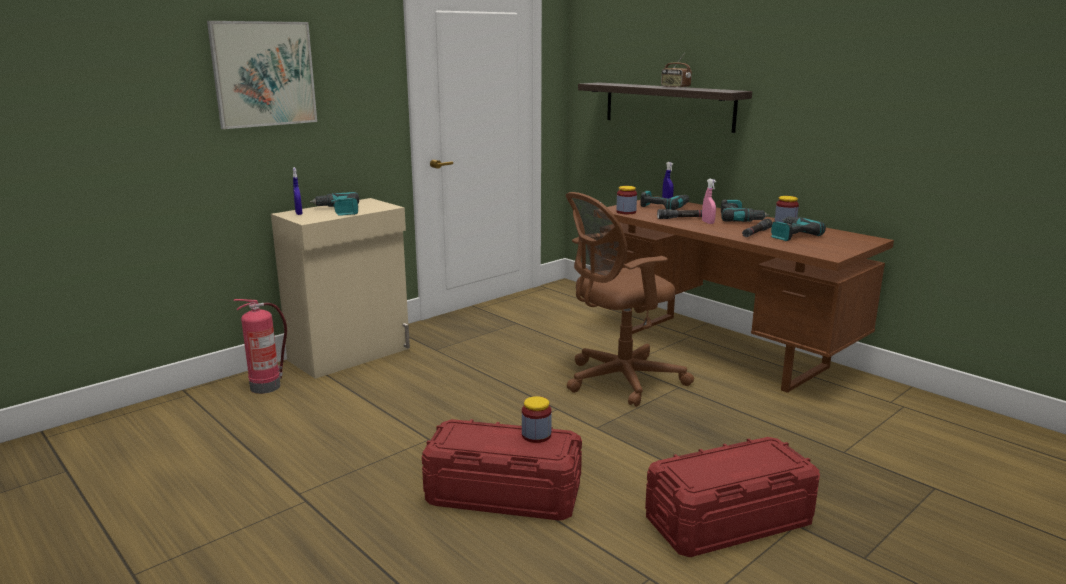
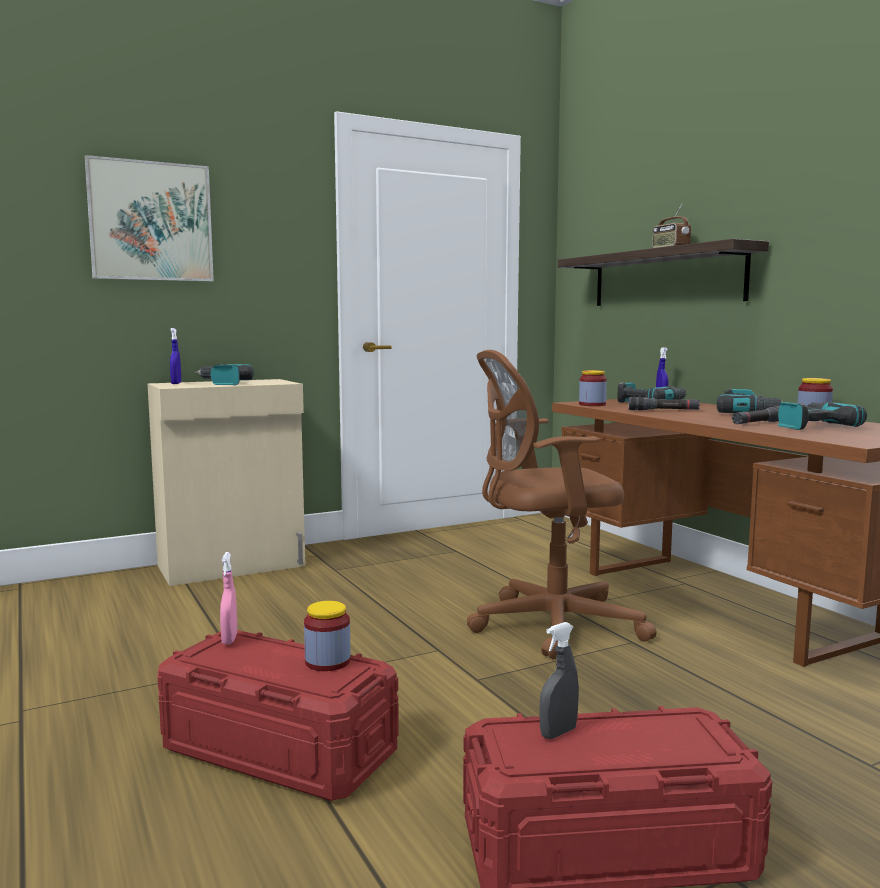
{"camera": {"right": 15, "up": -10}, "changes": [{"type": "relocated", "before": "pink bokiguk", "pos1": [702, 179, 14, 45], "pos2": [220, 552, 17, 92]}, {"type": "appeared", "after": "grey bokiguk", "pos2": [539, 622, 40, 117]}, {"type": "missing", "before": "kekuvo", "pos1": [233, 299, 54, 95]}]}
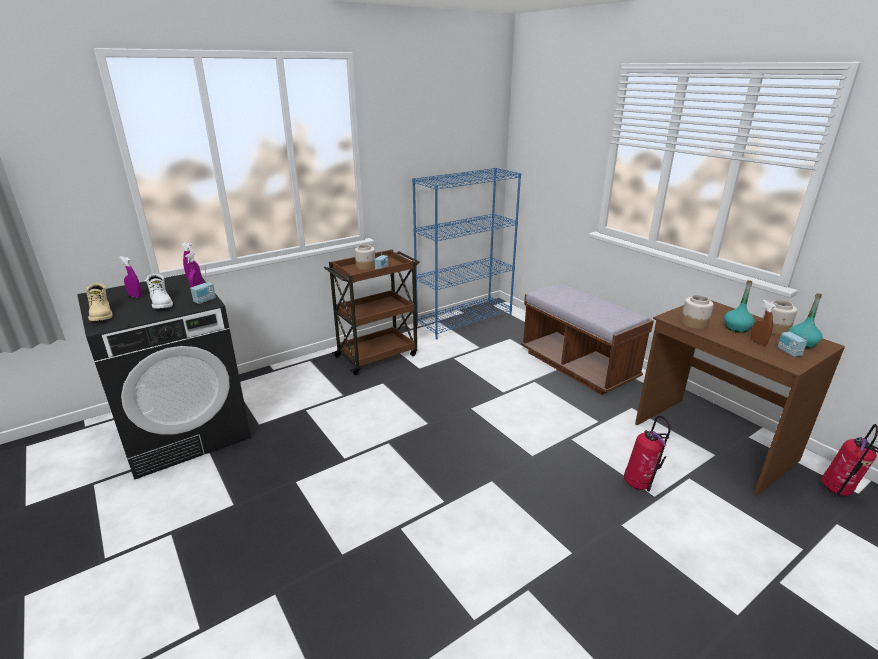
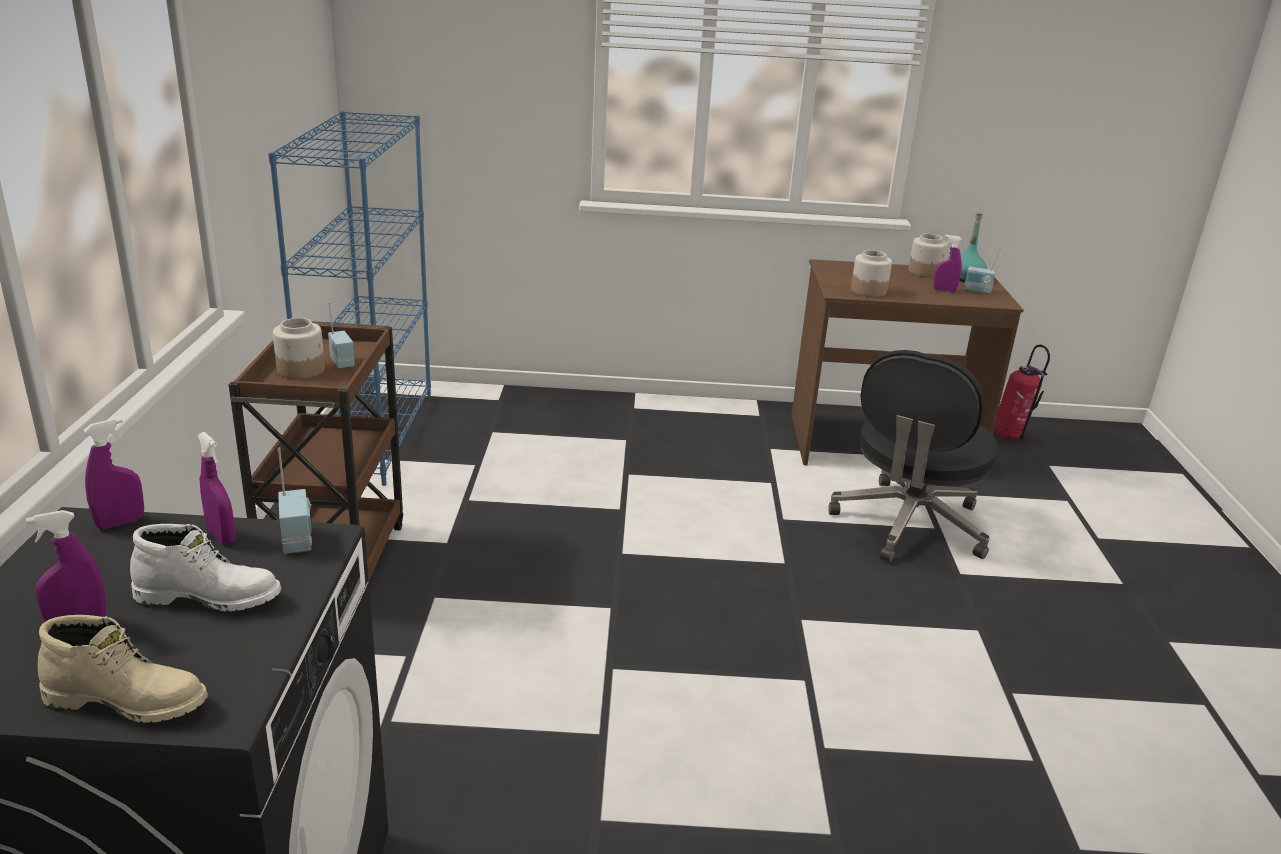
{"camera": {"right": -55, "up": 0}, "changes": [{"type": "exchanged", "before": "kekuvo", "after": "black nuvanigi", "pos1": [624, 416, 47, 75], "pos2": [828, 350, 170, 213]}, {"type": "colour", "before": "brown bokiguk", "after": "purple bokiguk", "pos1": [750, 300, 26, 46], "pos2": [933, 235, 30, 57]}, {"type": "missing", "before": "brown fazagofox", "pos1": [521, 283, 133, 112]}, {"type": "missing", "before": "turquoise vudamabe", "pos1": [724, 280, 31, 53]}]}
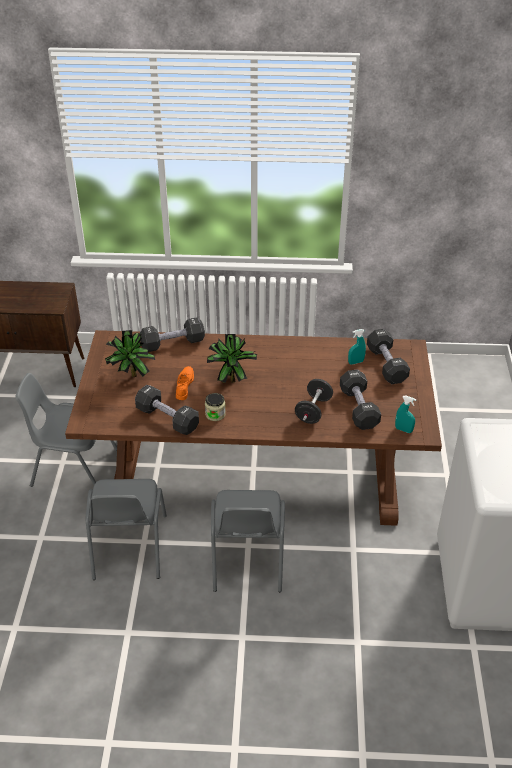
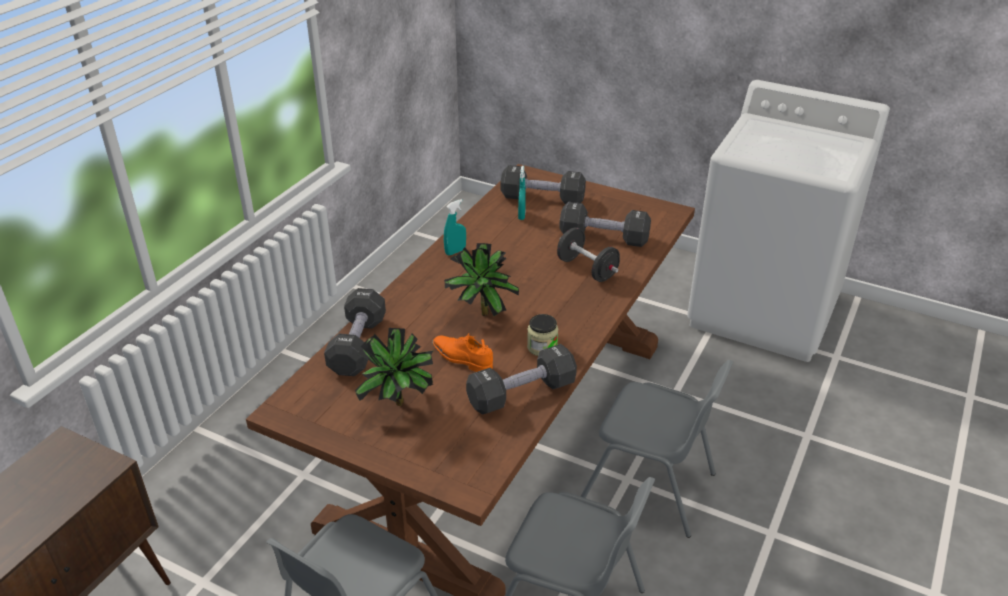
{"camera": {"right": -65, "up": -5}, "changes": [{"type": "relocated", "before": "turquoise bokiguk", "pos1": [395, 396, 21, 37], "pos2": [444, 199, 22, 56]}]}
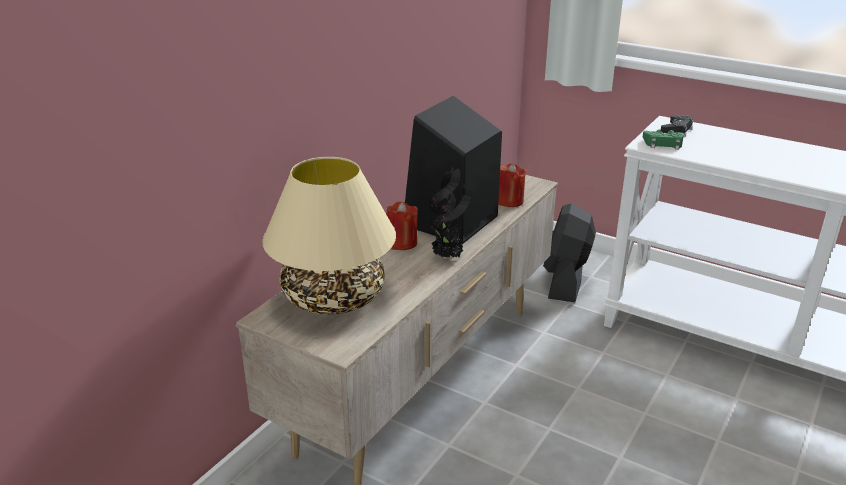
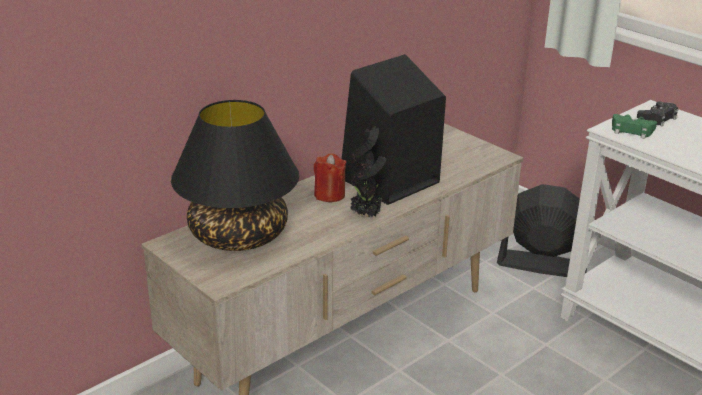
{"camera": {"right": 15, "up": 0}, "changes": [{"type": "colour", "before": "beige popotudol", "after": "black popotudol", "pos1": [262, 157, 134, 157], "pos2": [171, 100, 128, 151]}, {"type": "spun", "before": "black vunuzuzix", "pos1": [543, 203, 53, 99], "pos2": [497, 184, 90, 93], "turn": 75}, {"type": "missing", "before": "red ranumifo", "pos1": [498, 163, 29, 44]}]}
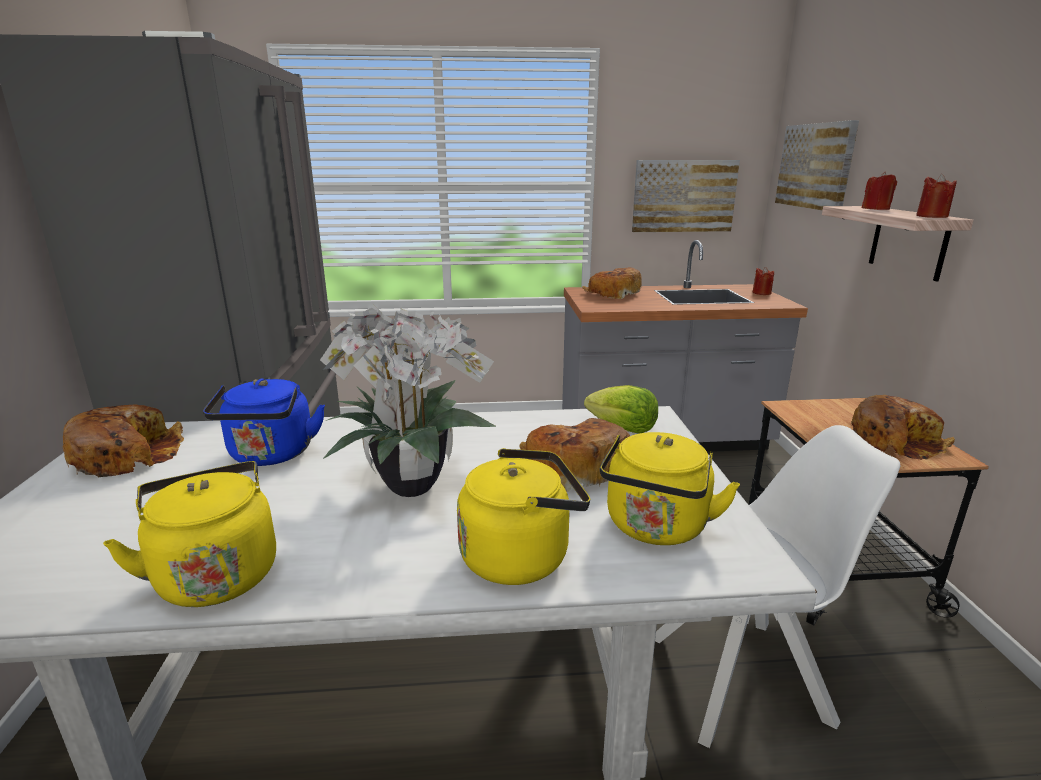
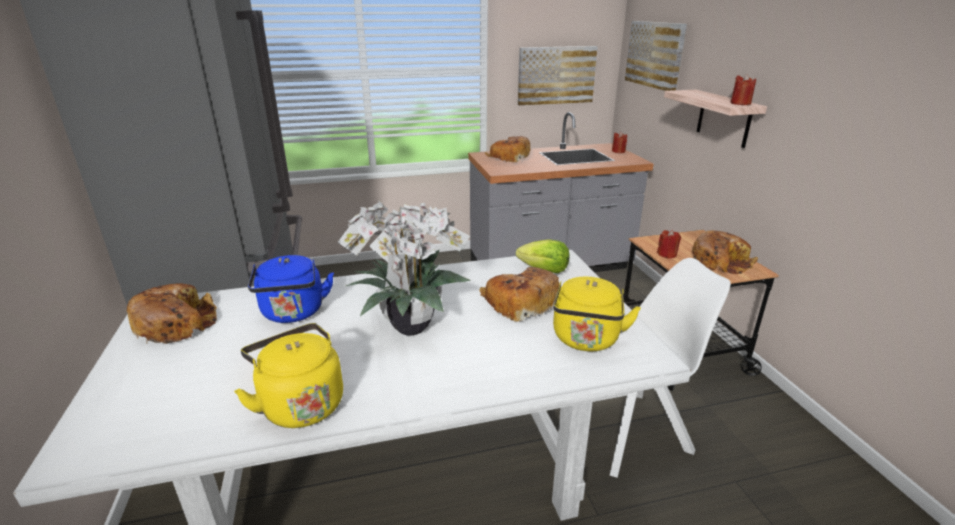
{"camera": {"right": -10, "up": 5}, "changes": [{"type": "relocated", "before": "red ranumifo", "pos1": [862, 171, 35, 39], "pos2": [657, 230, 24, 28]}, {"type": "missing", "before": "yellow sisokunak", "pos1": [457, 448, 133, 137]}]}
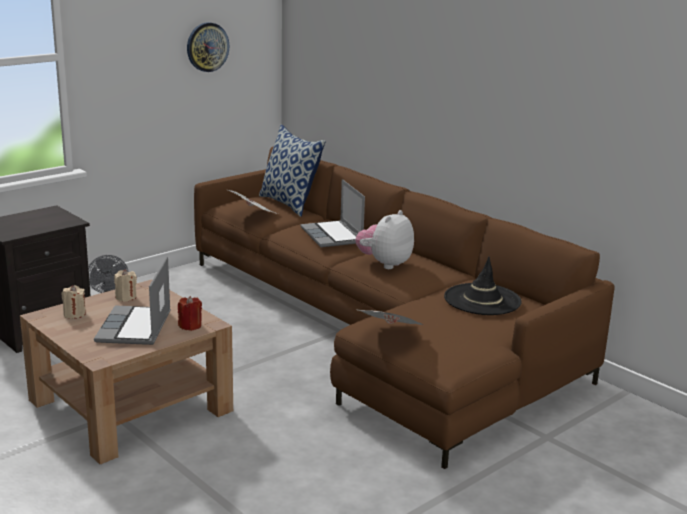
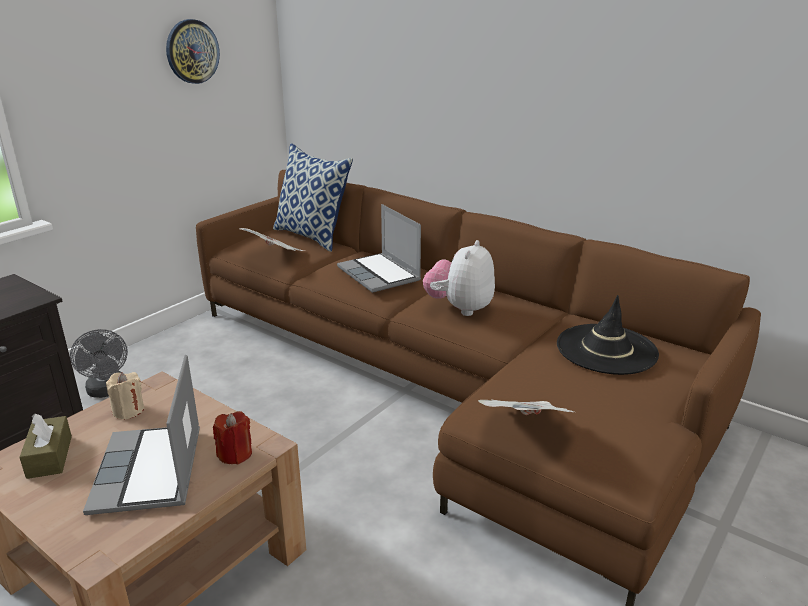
{"camera": {"right": -10, "up": 5}, "changes": [{"type": "exchanged", "before": "beige ranumifo", "after": "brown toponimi", "pos1": [61, 285, 25, 34], "pos2": [19, 414, 53, 65]}]}
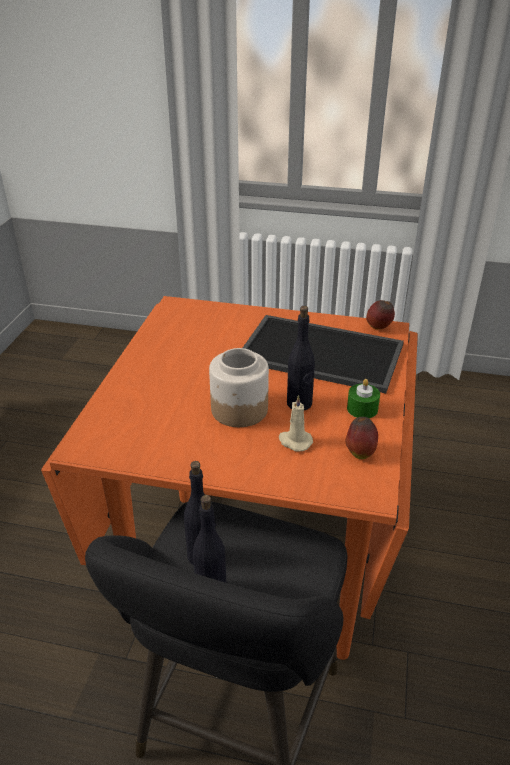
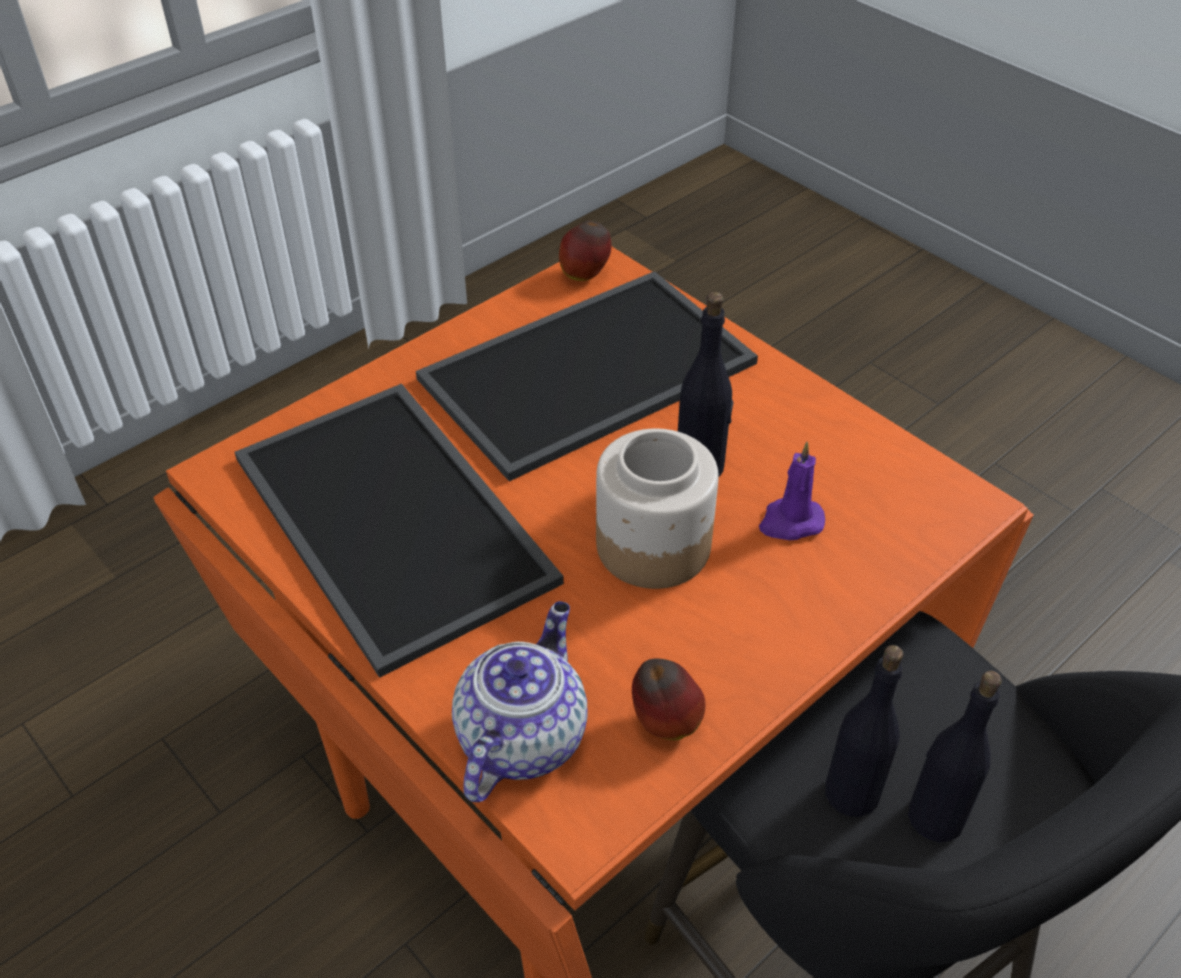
{"camera": {"right": -55, "up": 10}, "changes": [{"type": "appeared", "after": "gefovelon", "pos2": [235, 384, 329, 294]}, {"type": "appeared", "after": "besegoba", "pos2": [452, 601, 136, 201]}, {"type": "relocated", "before": "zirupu", "pos1": [346, 417, 32, 42], "pos2": [632, 658, 74, 82]}, {"type": "colour", "before": "beige ranumifo", "after": "purple ranumifo", "pos1": [279, 395, 34, 56], "pos2": [759, 442, 66, 98]}, {"type": "missing", "before": "green ranumifo", "pos1": [347, 379, 33, 39]}]}
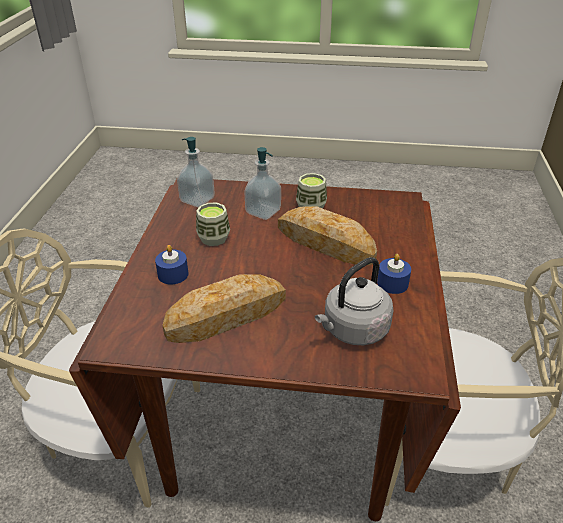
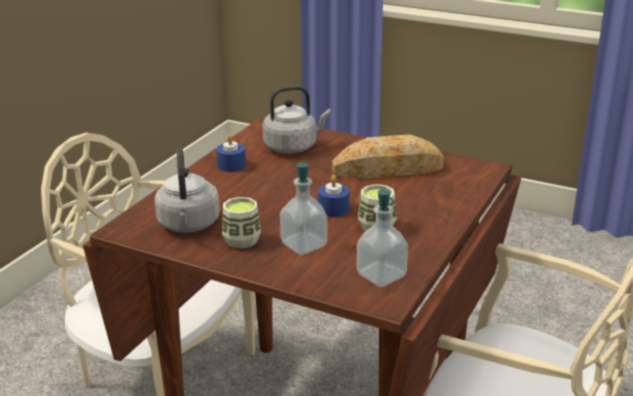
{"camera": {"right": -160, "up": -10}, "changes": [{"type": "appeared", "after": "grey sisokunak", "pos2": [154, 148, 66, 85]}, {"type": "relocated", "before": "blue ranumifo", "pos1": [155, 245, 34, 39], "pos2": [318, 175, 32, 42]}, {"type": "missing", "before": "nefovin", "pos1": [278, 206, 99, 59]}]}
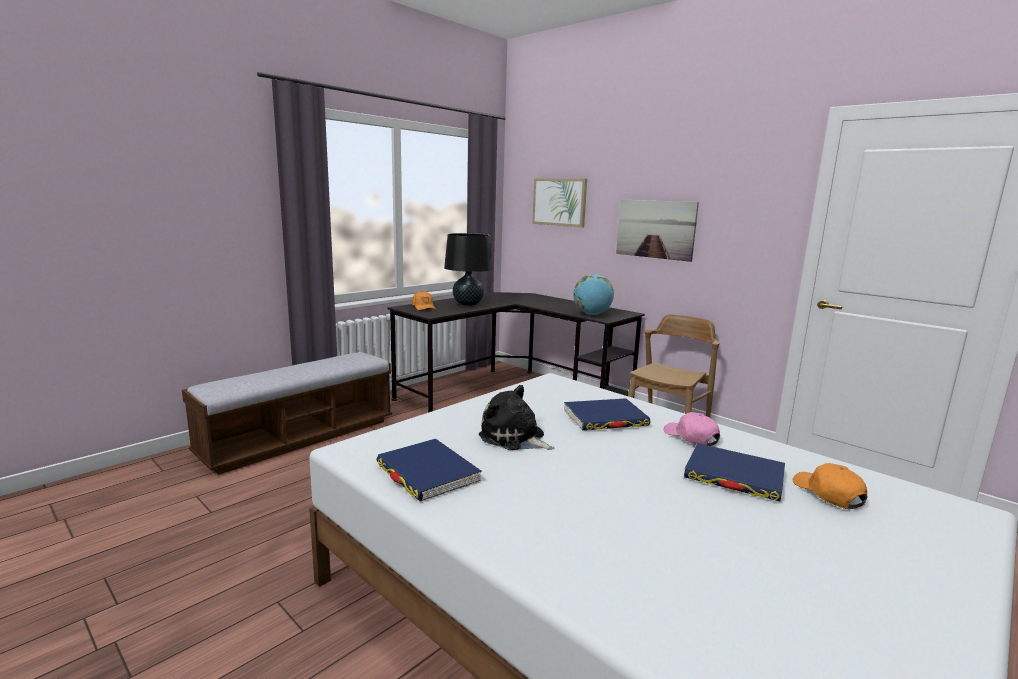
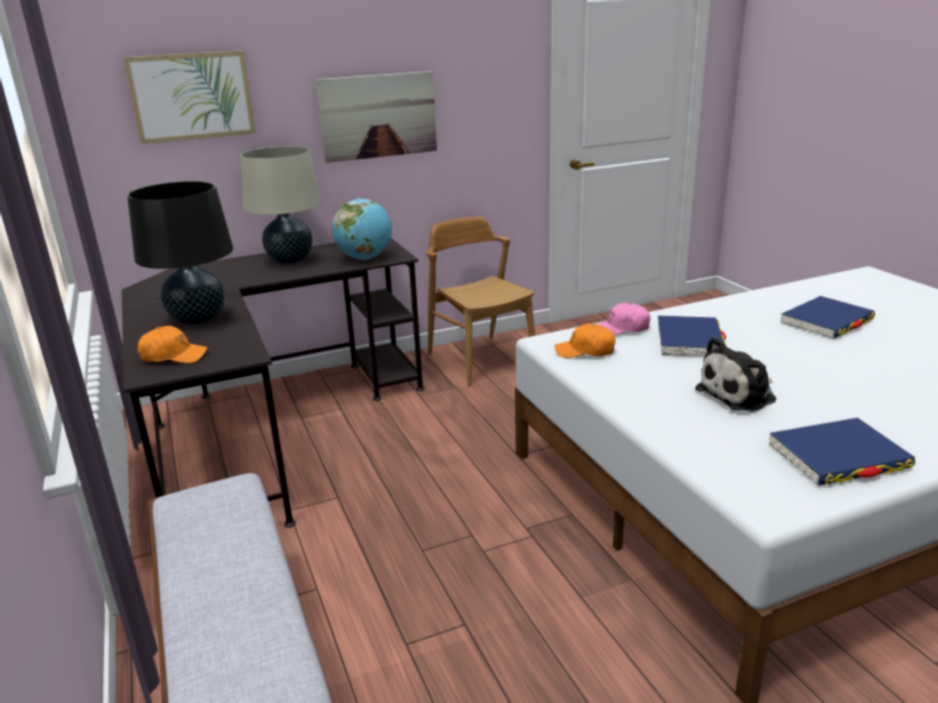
{"camera": {"right": -65, "up": 10}, "changes": [{"type": "appeared", "after": "beige popotudol", "pos2": [240, 146, 81, 118]}, {"type": "relocated", "before": "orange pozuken", "pos1": [793, 463, 75, 46], "pos2": [555, 323, 60, 35]}, {"type": "relocated", "before": "pink pozuken", "pos1": [664, 412, 56, 34], "pos2": [598, 302, 52, 34]}]}
